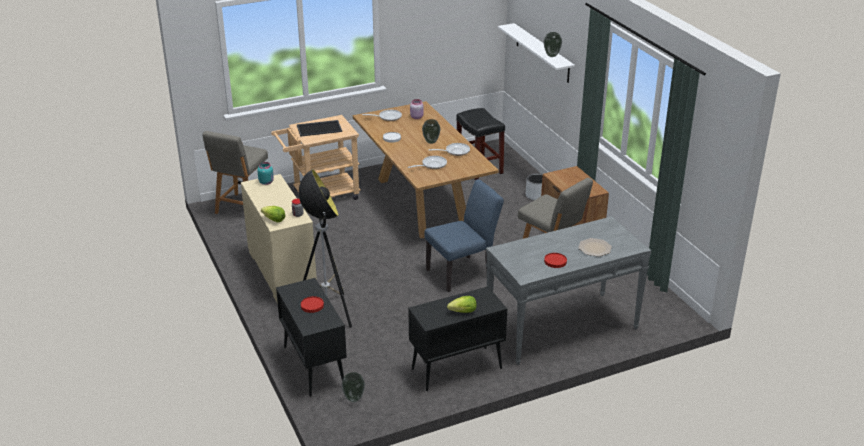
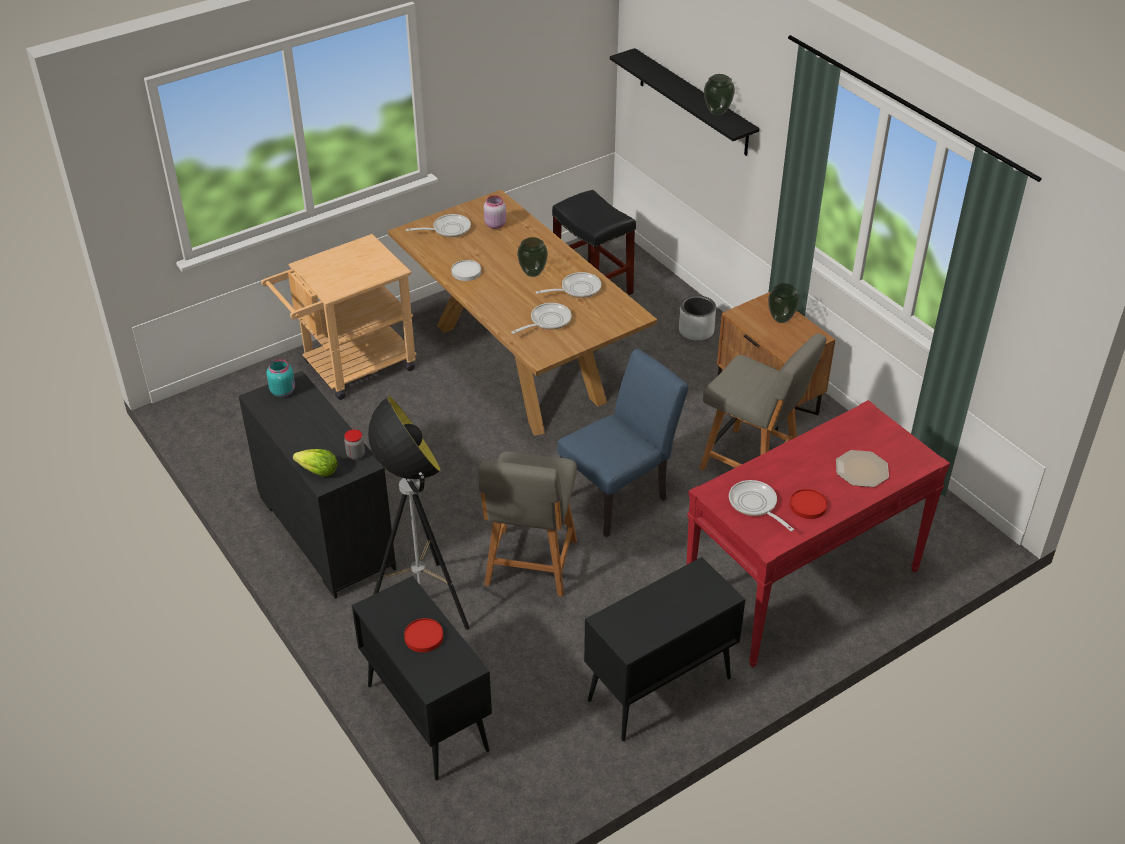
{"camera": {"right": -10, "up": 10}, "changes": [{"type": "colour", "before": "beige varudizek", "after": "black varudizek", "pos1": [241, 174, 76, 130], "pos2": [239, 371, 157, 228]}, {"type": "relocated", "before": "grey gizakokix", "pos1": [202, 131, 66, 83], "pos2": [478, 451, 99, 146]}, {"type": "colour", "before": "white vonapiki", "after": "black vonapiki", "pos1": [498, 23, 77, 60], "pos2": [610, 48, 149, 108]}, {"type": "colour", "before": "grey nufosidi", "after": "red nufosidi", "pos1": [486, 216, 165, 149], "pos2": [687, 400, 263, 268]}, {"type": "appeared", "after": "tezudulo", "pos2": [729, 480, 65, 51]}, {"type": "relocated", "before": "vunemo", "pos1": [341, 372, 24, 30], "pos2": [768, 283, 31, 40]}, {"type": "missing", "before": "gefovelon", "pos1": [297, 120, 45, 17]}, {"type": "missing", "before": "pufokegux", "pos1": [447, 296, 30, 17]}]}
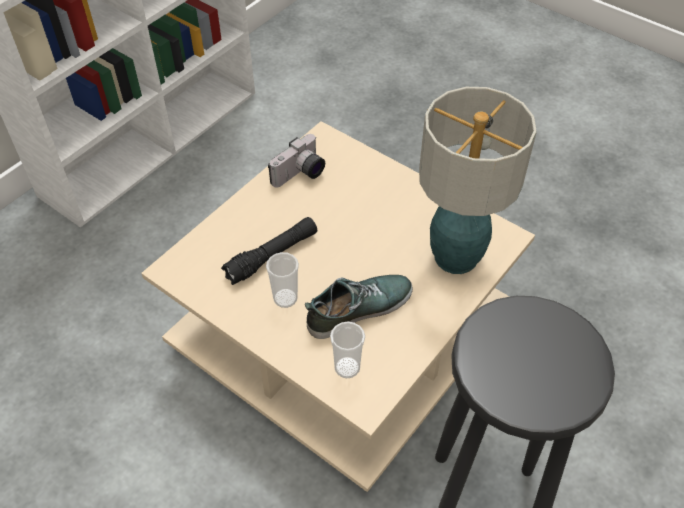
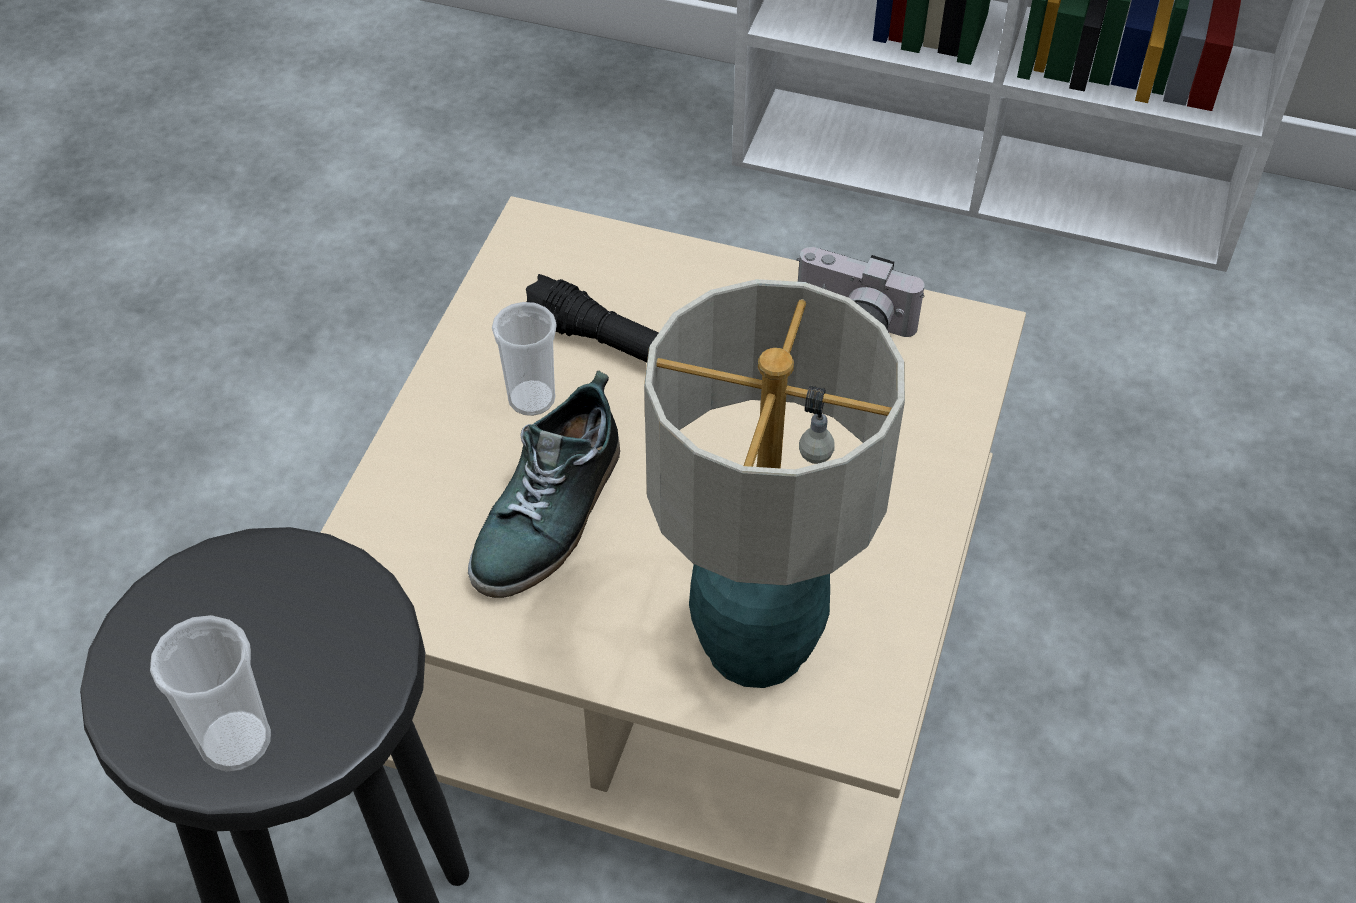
{"camera": {"right": 70, "up": 0}, "changes": [{"type": "relocated", "before": "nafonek", "pos1": [330, 322, 35, 56], "pos2": [150, 615, 121, 157]}, {"type": "spun", "before": "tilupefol", "pos1": [305, 275, 108, 64], "pos2": [468, 371, 152, 227], "turn": 75}]}
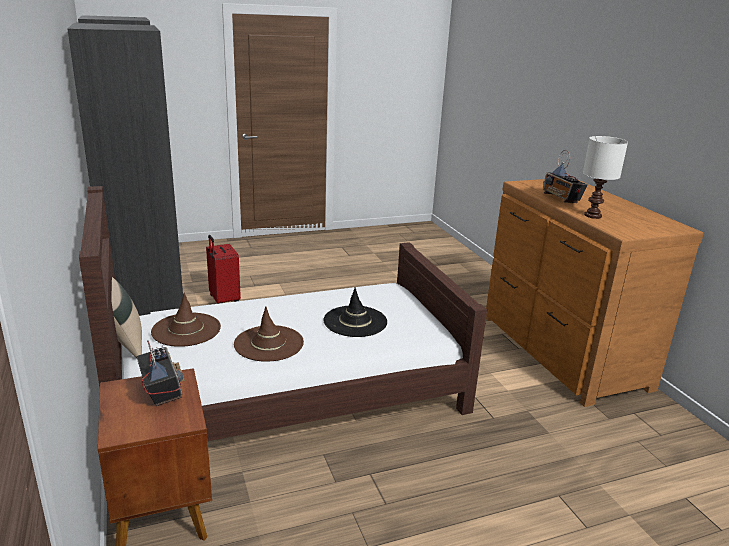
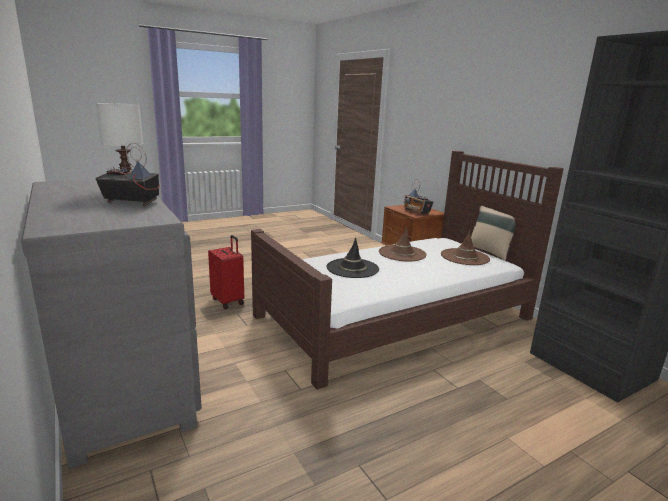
{"camera": {"right": 170, "up": -5}, "changes": [{"type": "colour", "before": "brown varudizek", "after": "grey varudizek", "pos1": [486, 177, 218, 230], "pos2": [21, 179, 181, 290]}, {"type": "spun", "before": "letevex", "pos1": [543, 150, 45, 53], "pos2": [95, 143, 65, 63], "turn": -45}, {"type": "relocated", "before": "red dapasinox", "pos1": [206, 235, 35, 69], "pos2": [208, 235, 36, 74]}]}
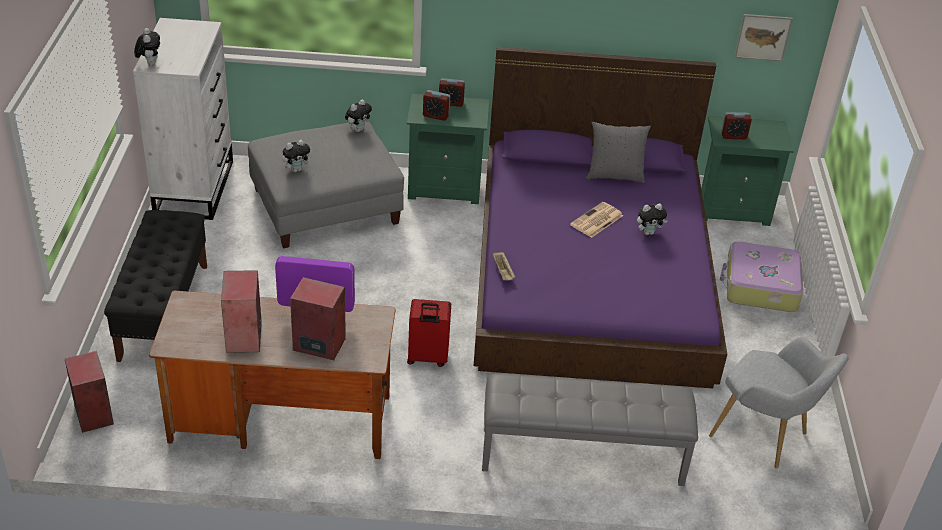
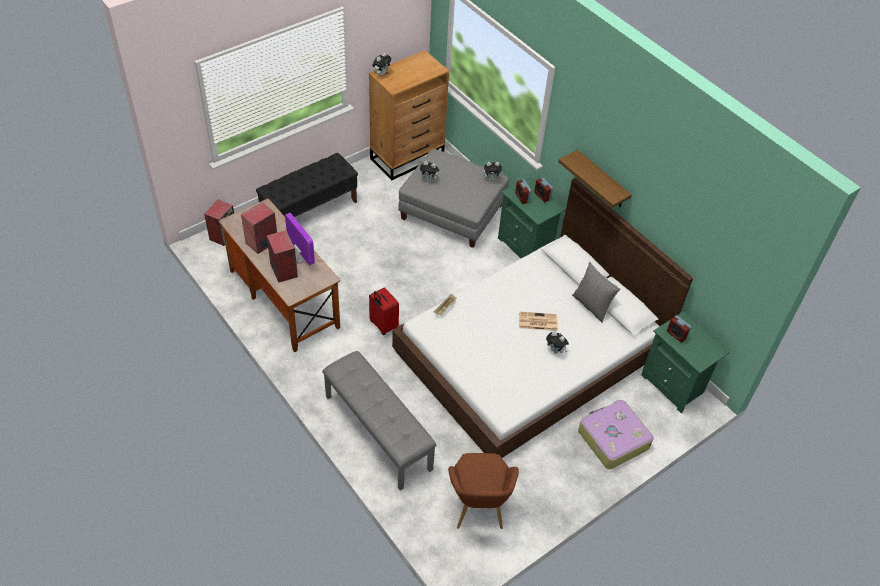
{"camera": {"right": 50, "up": 10}, "changes": [{"type": "colour", "before": "white varudizek", "after": "brown varudizek", "pos1": [133, 18, 100, 202], "pos2": [369, 50, 80, 130]}, {"type": "colour", "before": "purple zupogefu", "after": "white zupogefu", "pos1": [474, 47, 253, 341], "pos2": [392, 178, 301, 280]}, {"type": "colour", "before": "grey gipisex", "after": "brown gipisex", "pos1": [709, 337, 140, 131], "pos2": [448, 453, 71, 76]}, {"type": "appeared", "after": "vonapiki", "pos2": [558, 150, 74, 58]}, {"type": "missing", "before": "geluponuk", "pos1": [734, 14, 59, 47]}]}
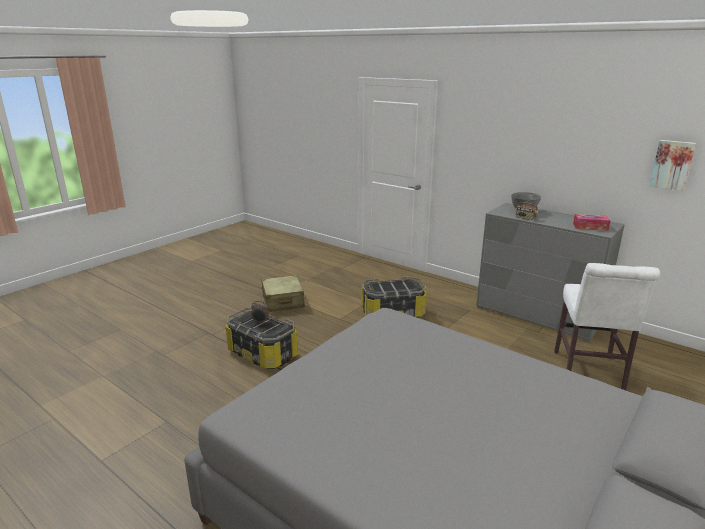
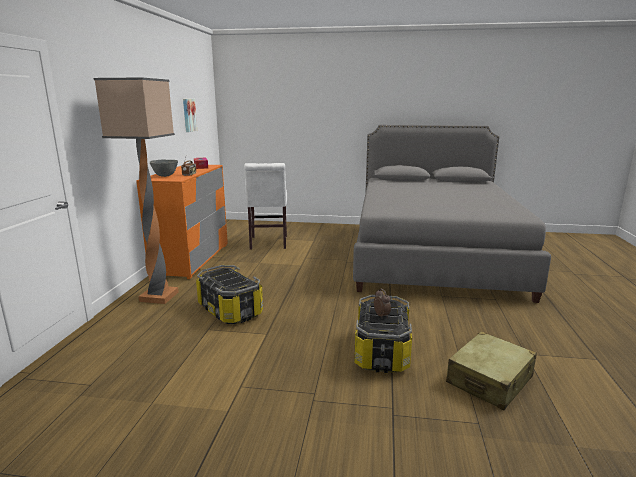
{"camera": {"right": -120, "up": -5}, "changes": [{"type": "appeared", "after": "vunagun", "pos2": [93, 77, 86, 227]}, {"type": "colour", "before": "grey varudizek", "after": "orange varudizek", "pos1": [476, 203, 149, 140], "pos2": [136, 165, 92, 114]}, {"type": "spun", "before": "white gizakokix", "pos1": [554, 263, 106, 127], "pos2": [244, 163, 43, 87], "turn": 105}, {"type": "relocated", "before": "beige dapasinox", "pos1": [261, 275, 44, 37], "pos2": [446, 331, 91, 79]}]}
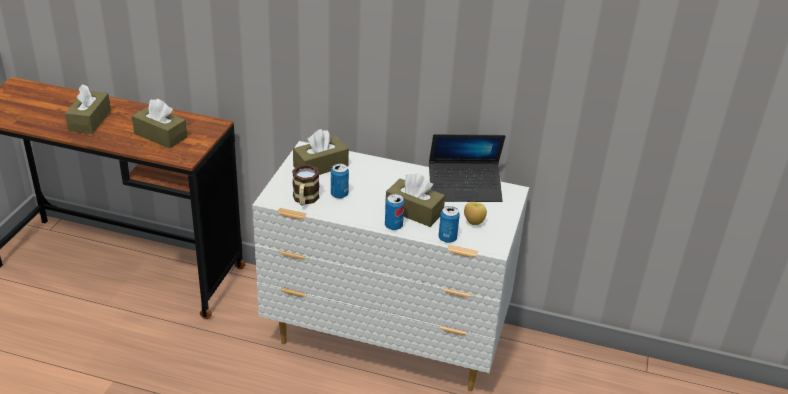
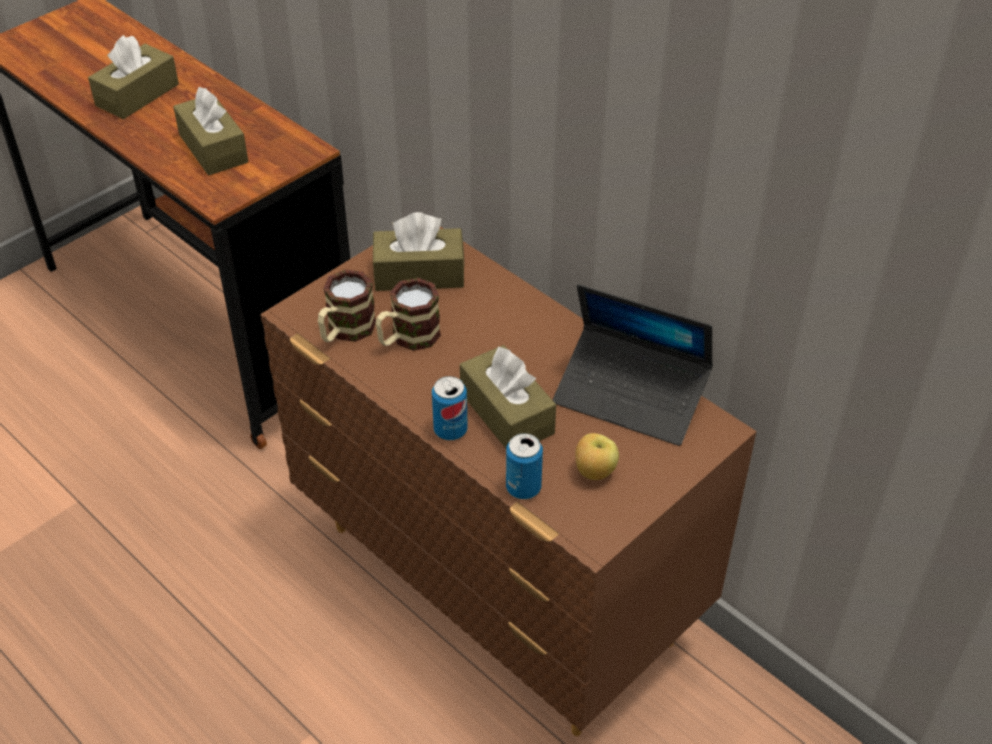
{"camera": {"right": 30, "up": 10}, "changes": [{"type": "colour", "before": "white varudizek", "after": "brown varudizek", "pos1": [252, 141, 277, 250], "pos2": [260, 226, 497, 510]}, {"type": "exchanged", "before": "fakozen", "after": "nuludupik", "pos1": [331, 164, 18, 35], "pos2": [375, 278, 66, 73]}]}
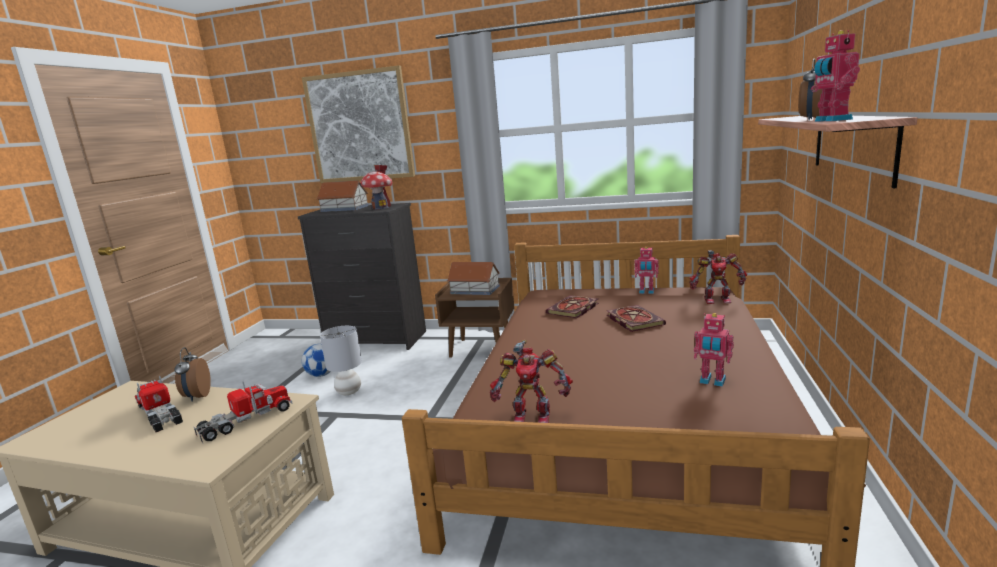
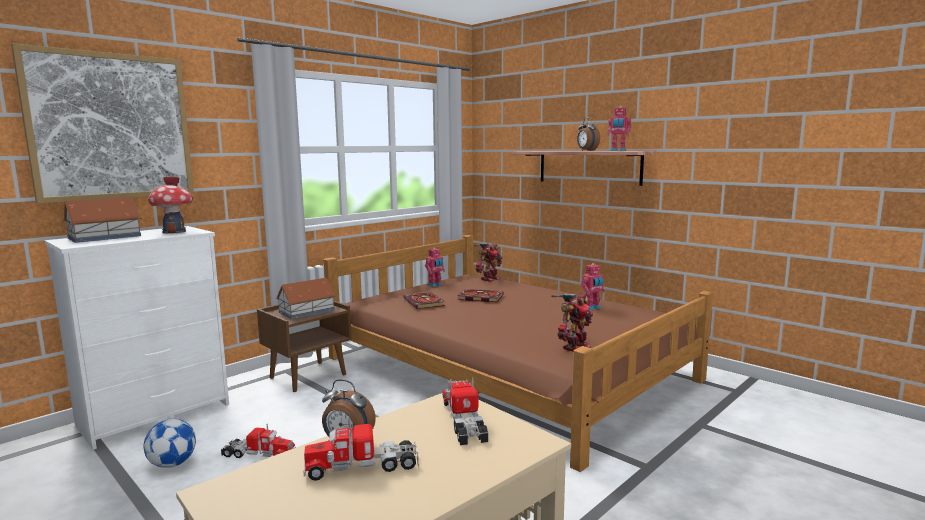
{"camera": {"right": -60, "up": -5}, "changes": [{"type": "colour", "before": "black varudizek", "after": "white varudizek", "pos1": [298, 203, 128, 147], "pos2": [44, 226, 185, 224]}, {"type": "exchanged", "before": "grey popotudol", "after": "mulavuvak", "pos1": [320, 326, 42, 69], "pos2": [221, 423, 75, 35]}]}
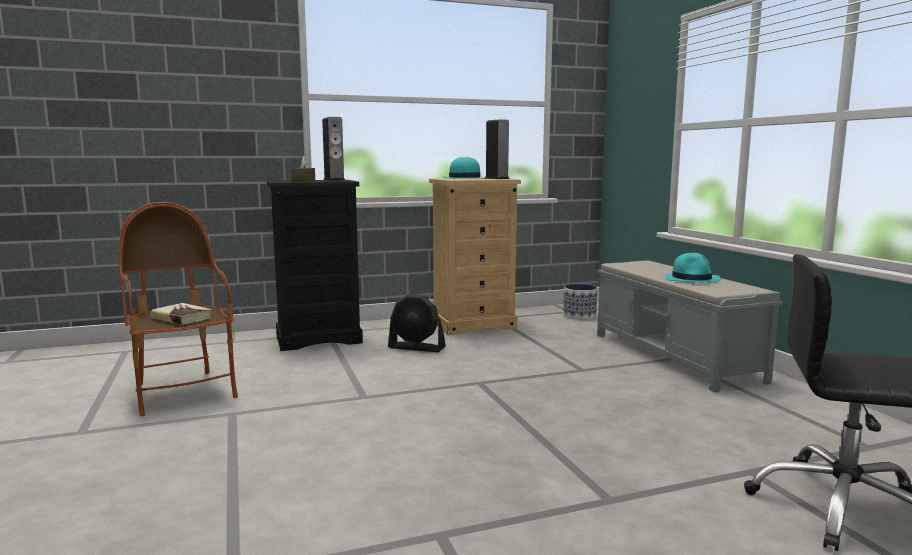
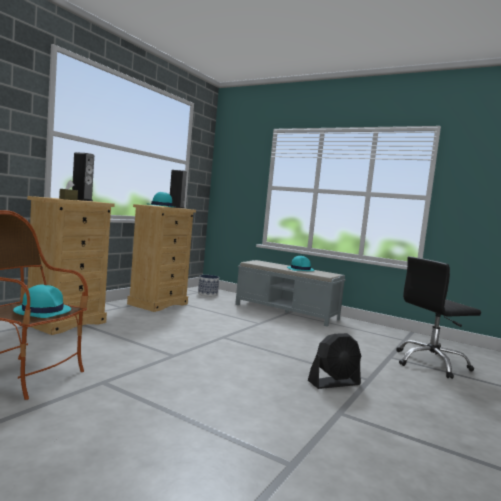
{"camera": {"right": -40, "up": -5}, "changes": [{"type": "exchanged", "before": "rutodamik", "after": "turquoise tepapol", "pos1": [151, 303, 61, 22], "pos2": [13, 284, 58, 34]}, {"type": "colour", "before": "black varudizek", "after": "beige varudizek", "pos1": [267, 180, 96, 171], "pos2": [27, 196, 88, 139]}, {"type": "relocated", "before": "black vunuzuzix", "pos1": [388, 294, 58, 58], "pos2": [308, 333, 53, 56]}]}
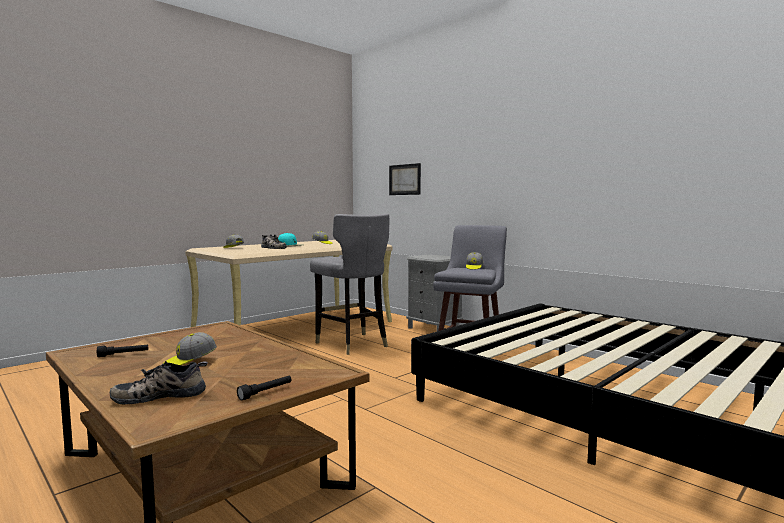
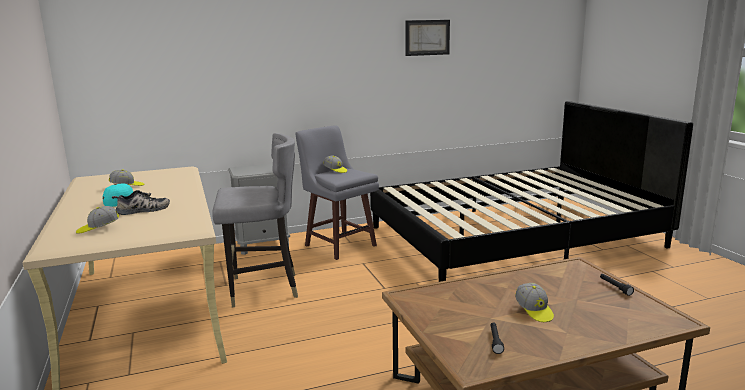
{"camera": {"right": -65, "up": 10}, "changes": [{"type": "relocated", "before": "geluponuk", "pos1": [389, 163, 32, 32], "pos2": [405, 20, 45, 36]}, {"type": "missing", "before": "tilupefol", "pos1": [110, 361, 98, 44]}]}
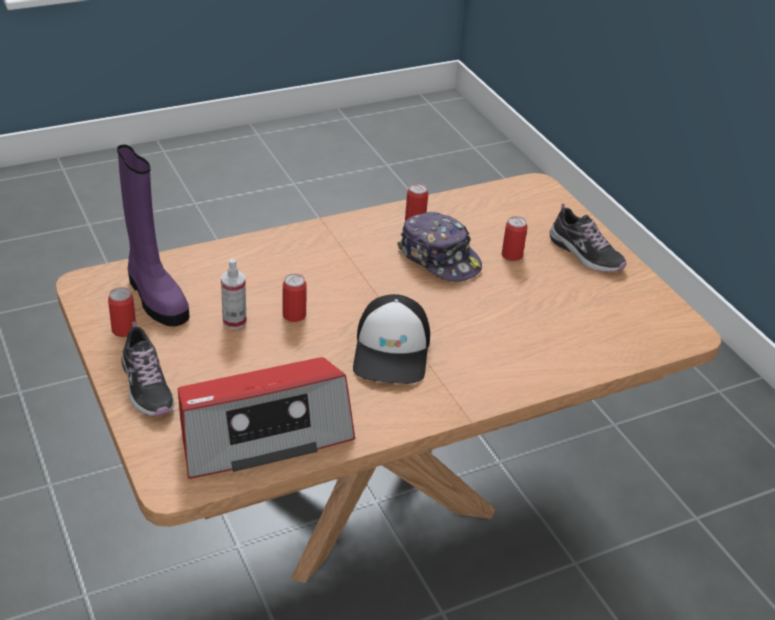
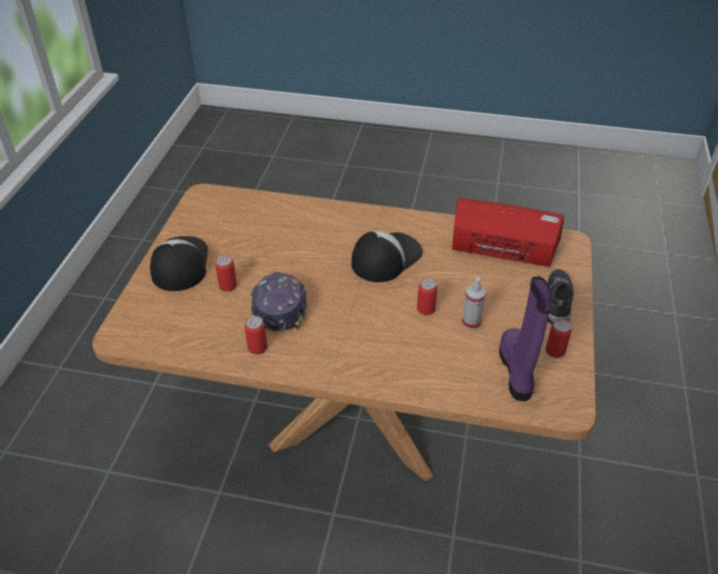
{"camera": {"right": -140, "up": 5}, "changes": [{"type": "exchanged", "before": "tilupefol", "after": "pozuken", "pos1": [550, 203, 76, 69], "pos2": [150, 236, 58, 55]}]}
